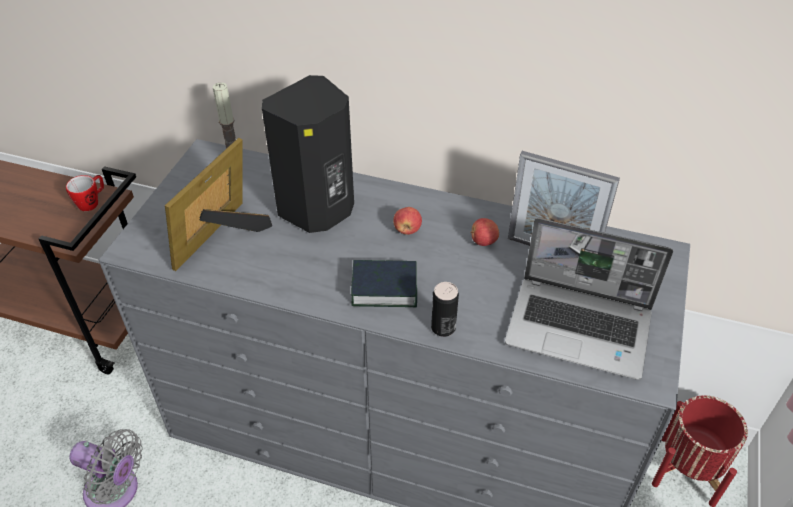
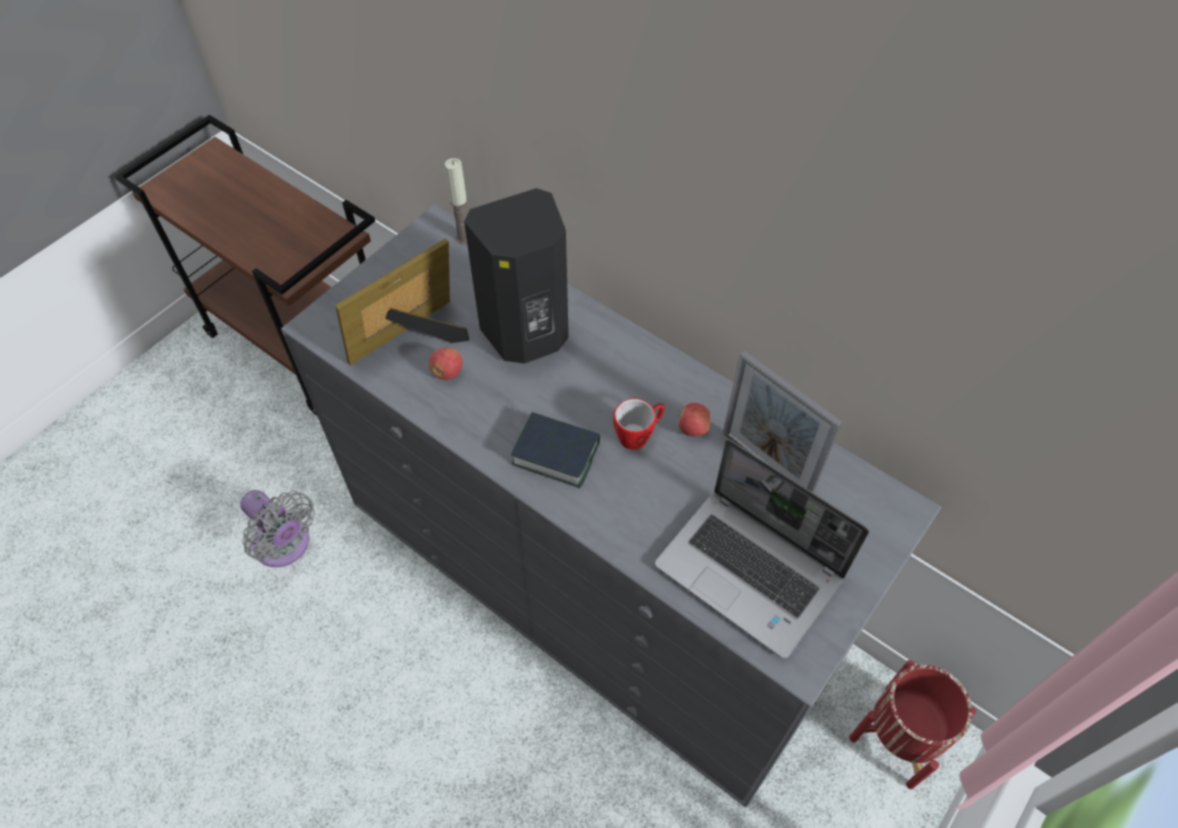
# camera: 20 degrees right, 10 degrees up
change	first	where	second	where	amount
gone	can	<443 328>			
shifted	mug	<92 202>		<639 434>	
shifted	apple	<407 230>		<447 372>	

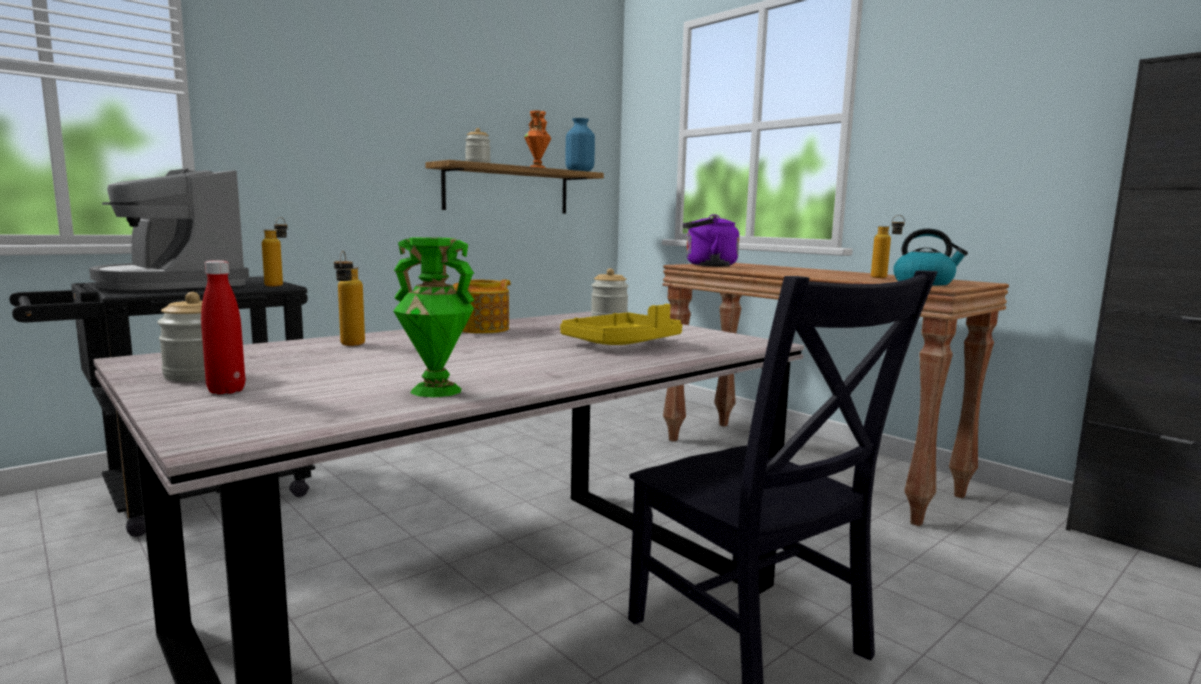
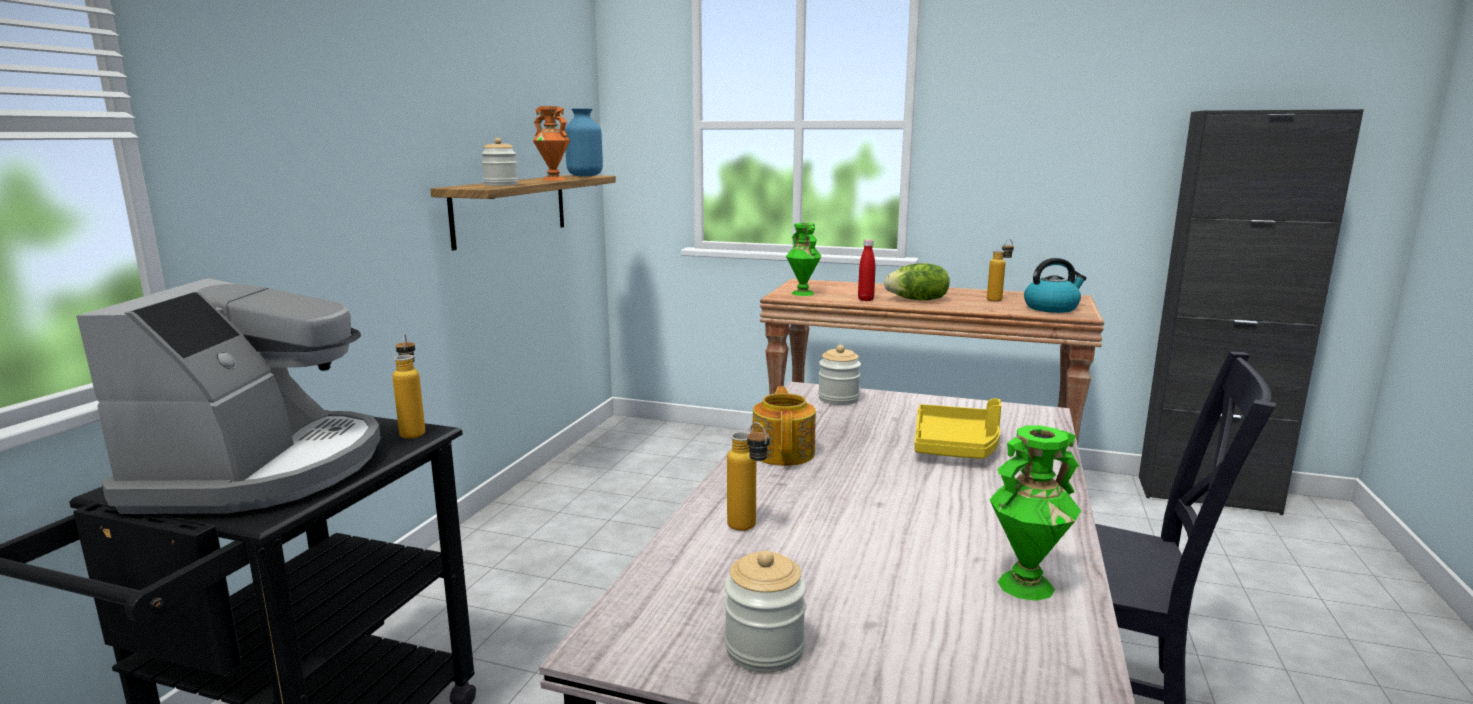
# camera: 30 degrees left, 5 degrees up
change	first	where	second	where	amount
new			lettuce	<918 300>	
shifted	red bottle	<226 391>		<865 299>	
swapped	purple kettle	<707 265>	green vase	<802 293>	
rotated	coffee machine	<171 284>		<263 469>	105 degrees counterclockwise

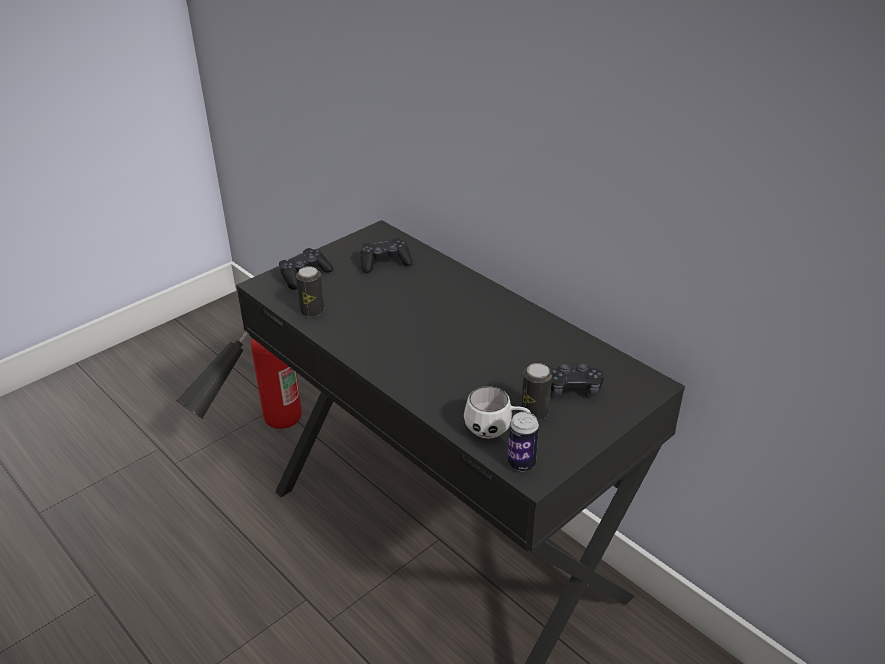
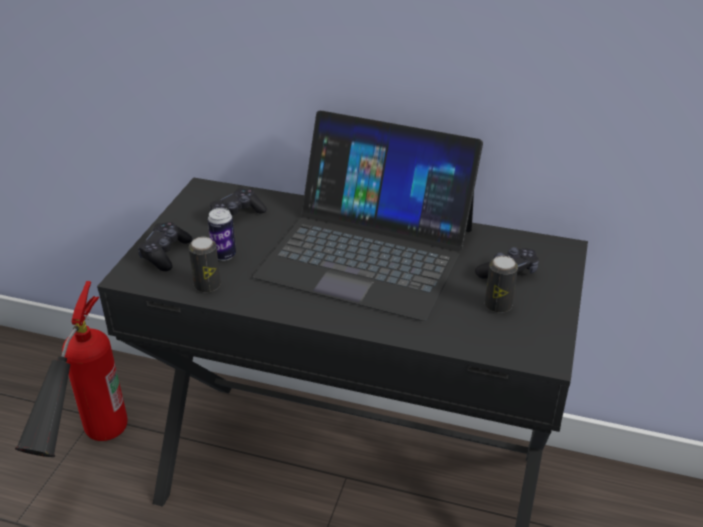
# camera: 30 degrees left, 0 degrees up
change	first	where	second	where	amount
gone	white mug	<496 430>			
new			laptop	<368 251>	
shifted	can	<521 464>		<224 255>	

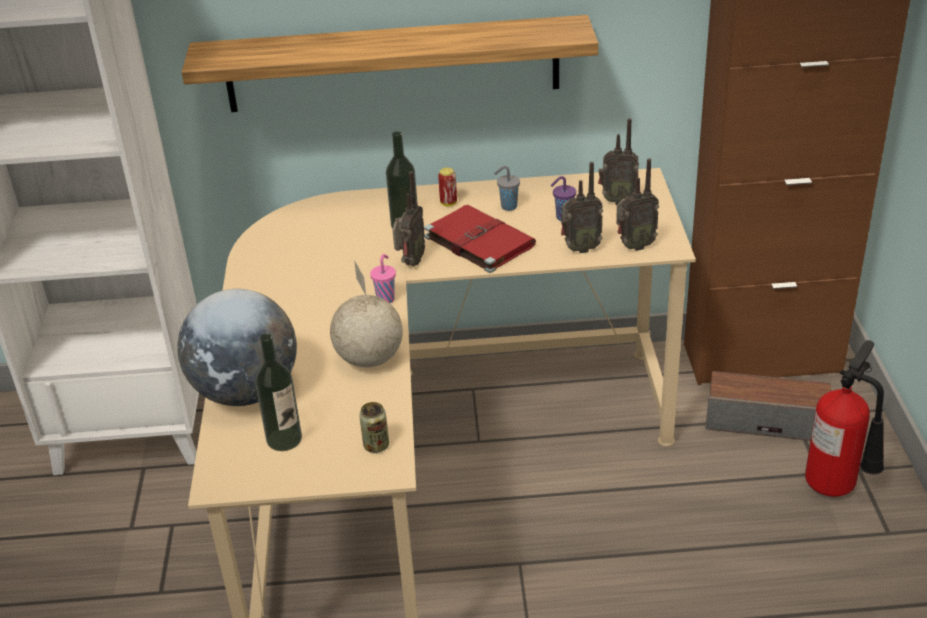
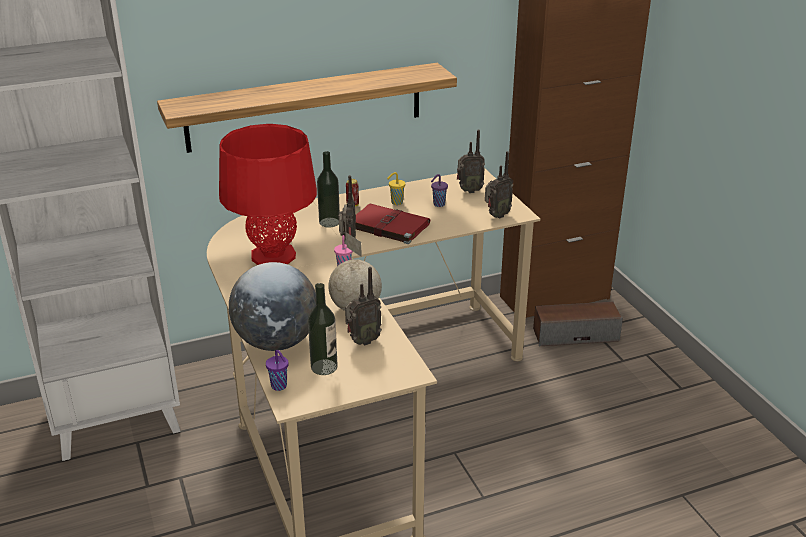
# camera: 20 degrees left, 5 degrees down
change	first	where	second	where	amount
gone	can	<376 445>			
gone	fire extinguisher	<838 486>			
new			red table lamp	<273 256>	
new			purple cup	<279 386>	
shifted	radio	<579 248>		<362 341>	
repainted	grey cup	<508 207>	yellow cup	<396 202>	

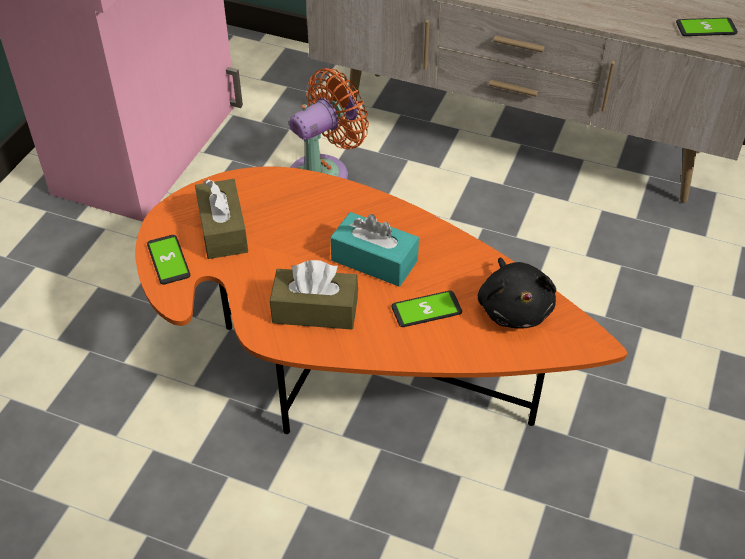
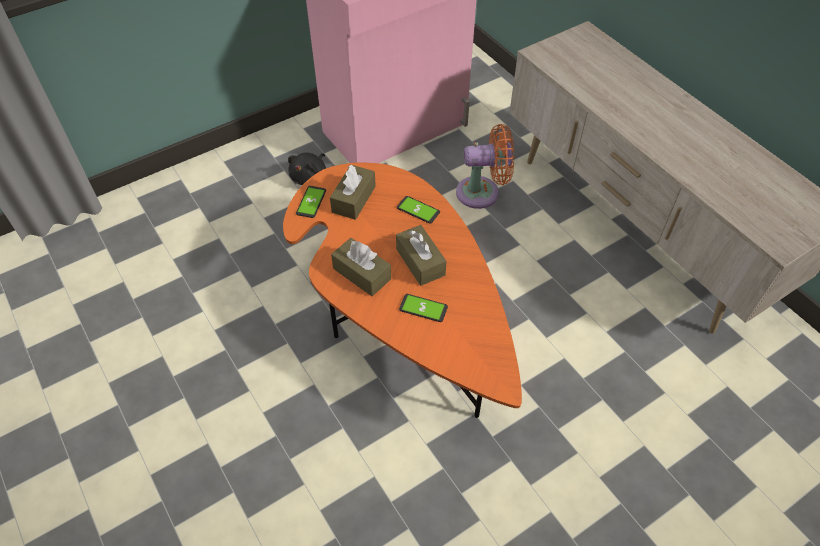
# camera: 35 degrees right, 5 degrees up
change	first	where	second	where	amount
shifted	black plush toy	<514 308>		<310 177>	
shifted	phone	<706 28>		<418 210>	
repainted	turquoise tissue box	<374 260>	brown tissue box	<420 262>	

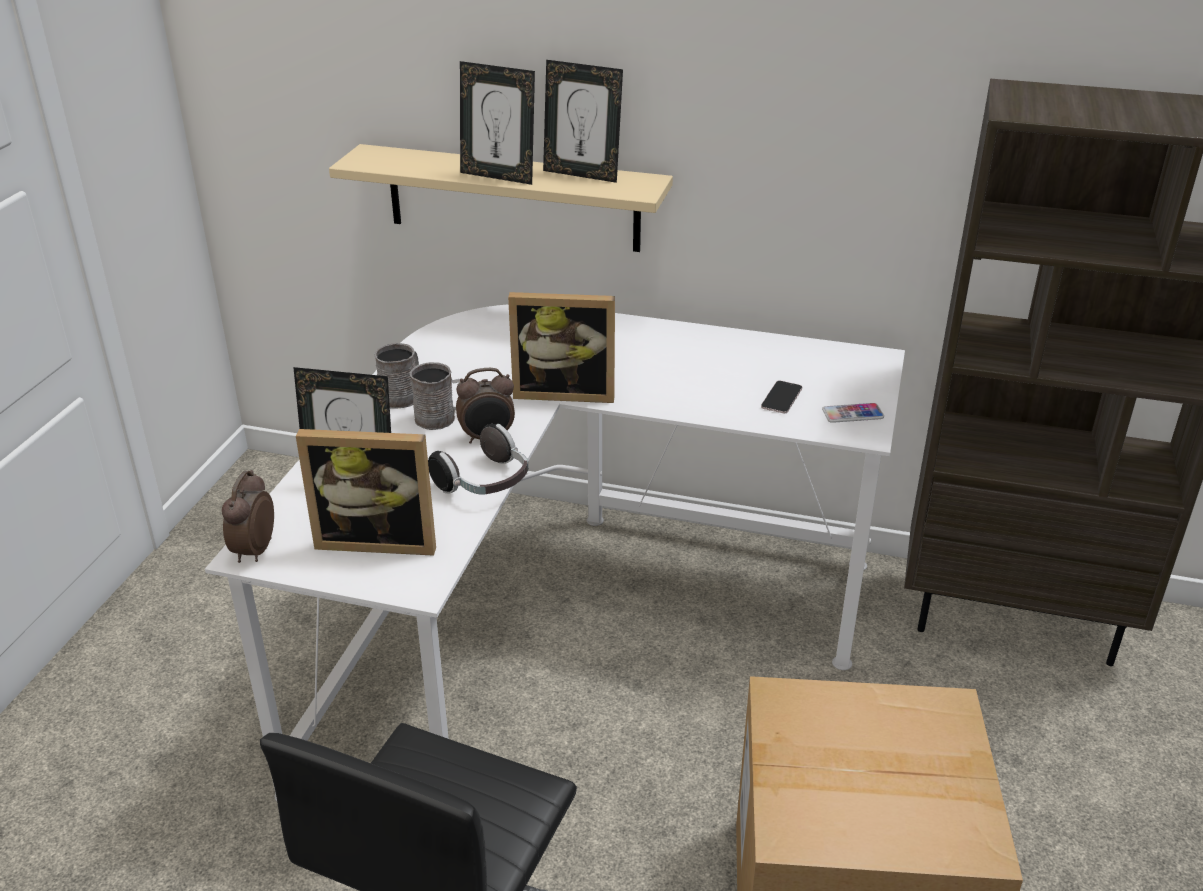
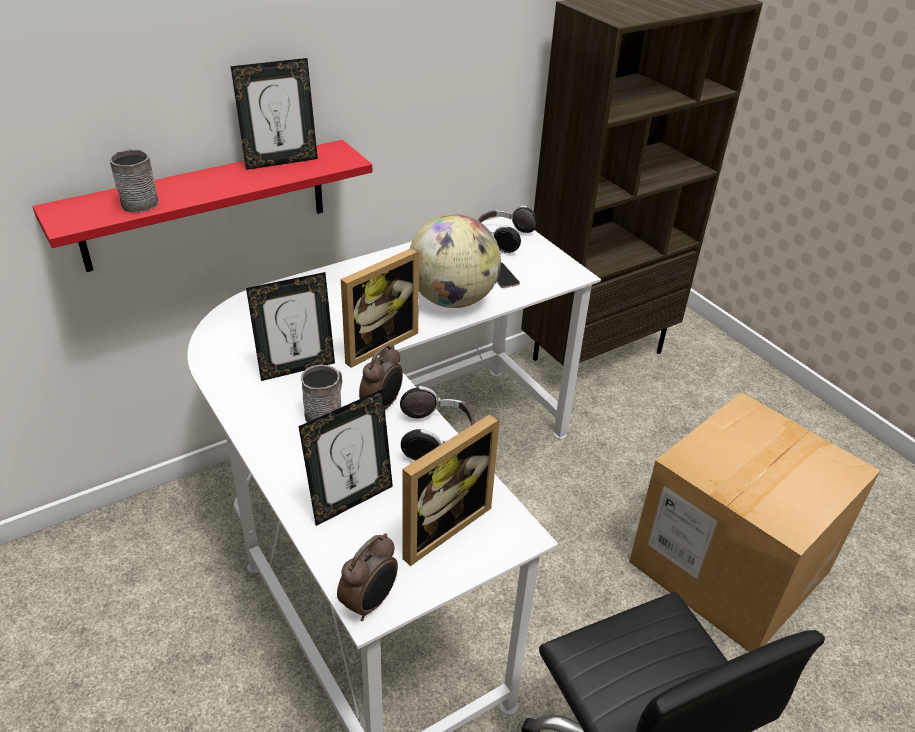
# camera: 50 degrees left, 5 degrees up
change	first	where	second	where	amount
gone	phone	<852 414>			
new			globe	<453 300>	
new			headphones	<502 239>	
shifted	grey mug	<403 395>		<139 201>	
shifted	picture frame	<498 176>		<296 368>	
repainted	beige shelf	<513 198>	red shelf	<205 205>	
rotated	alarm clock	<253 551>		<370 603>	105 degrees counterclockwise

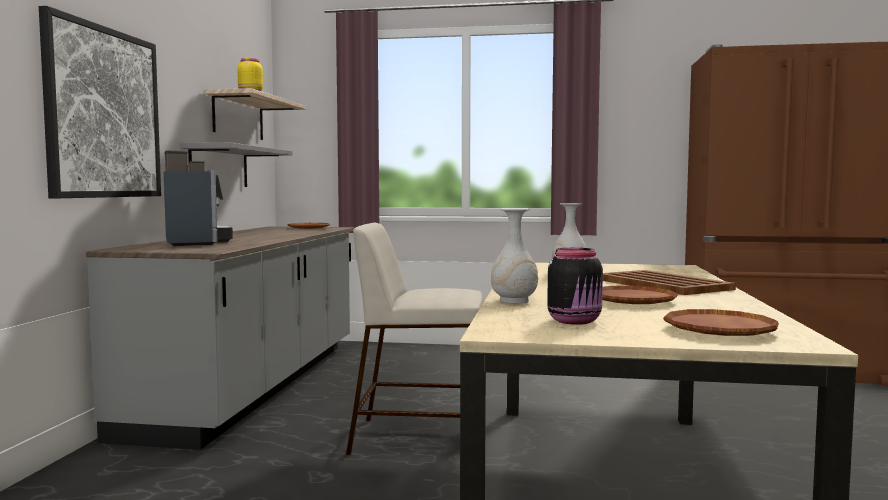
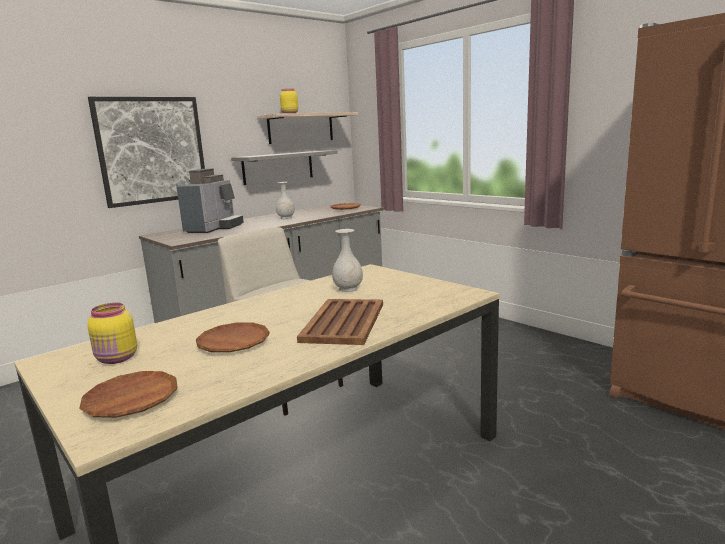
# camera: 40 degrees right, 10 degrees up
change	first	where	second	where	amount
shifted	white vase	<514 301>		<286 218>	
repainted	black jar	<576 321>	yellow jar	<117 359>	

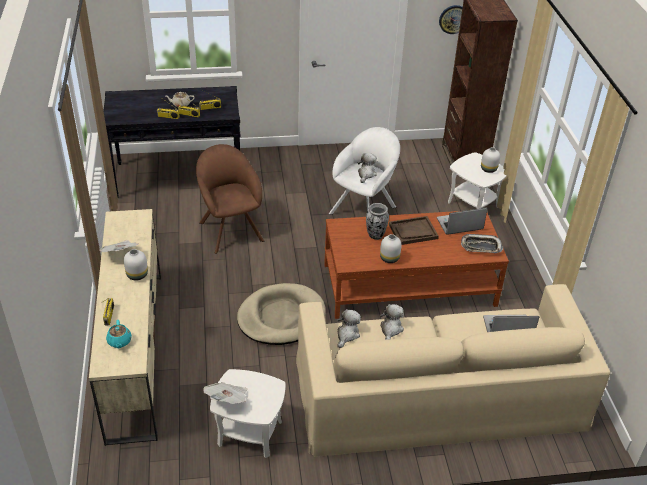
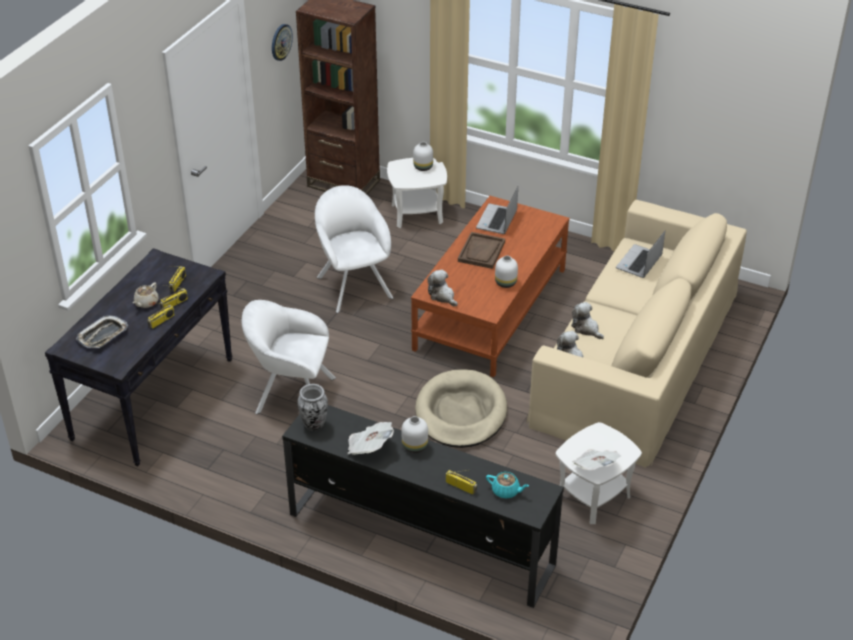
# camera: 55 degrees left, 0 degrees up
change	first	where	second	where	amount
shifted	plush toy	<366 174>		<442 296>	
shifted	vase	<375 235>		<314 425>	
shifted	tray	<480 247>		<103 335>	
repainted	beige tv stand	<136 351>	black tv stand	<419 539>	
repainted	brown armchair	<230 229>	white armchair	<291 394>	

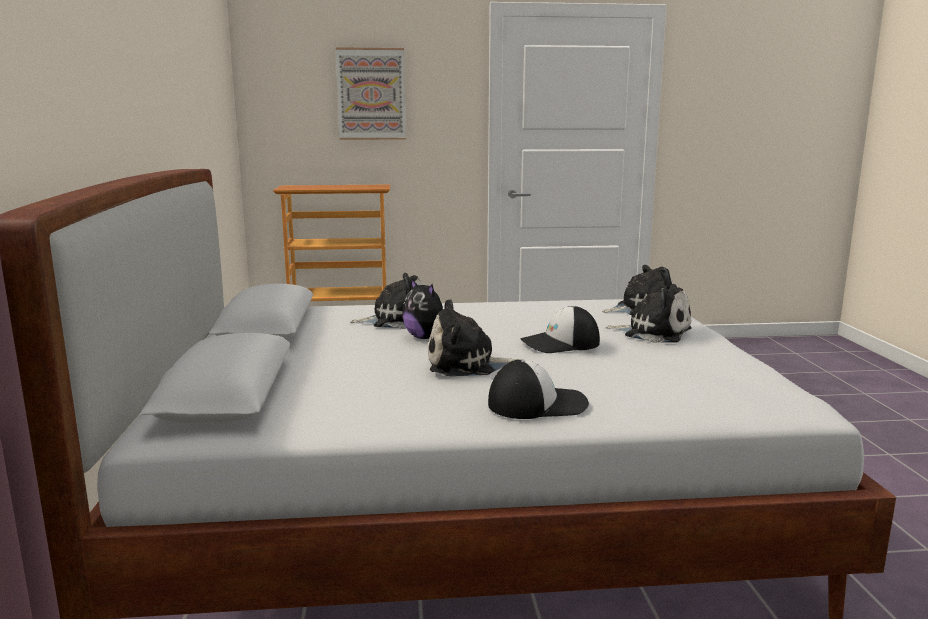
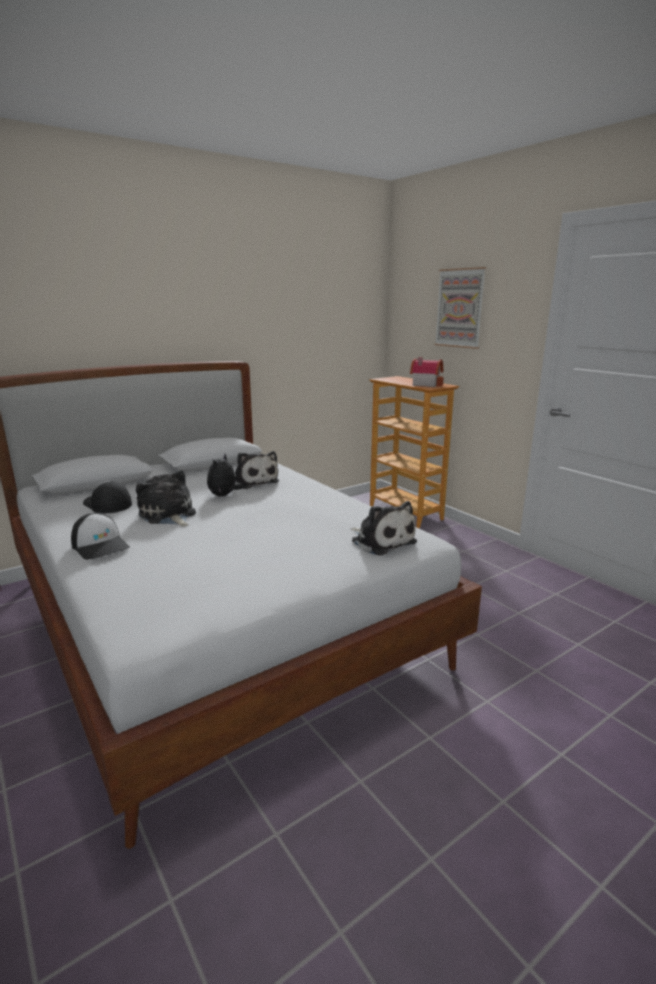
# camera: 60 degrees right, 5 degrees up
change	first	where	second	where	amount
gone	plush toy	<653 333>			
new			toy house	<425 384>	
shifted	cap	<560 343>		<107 504>	

